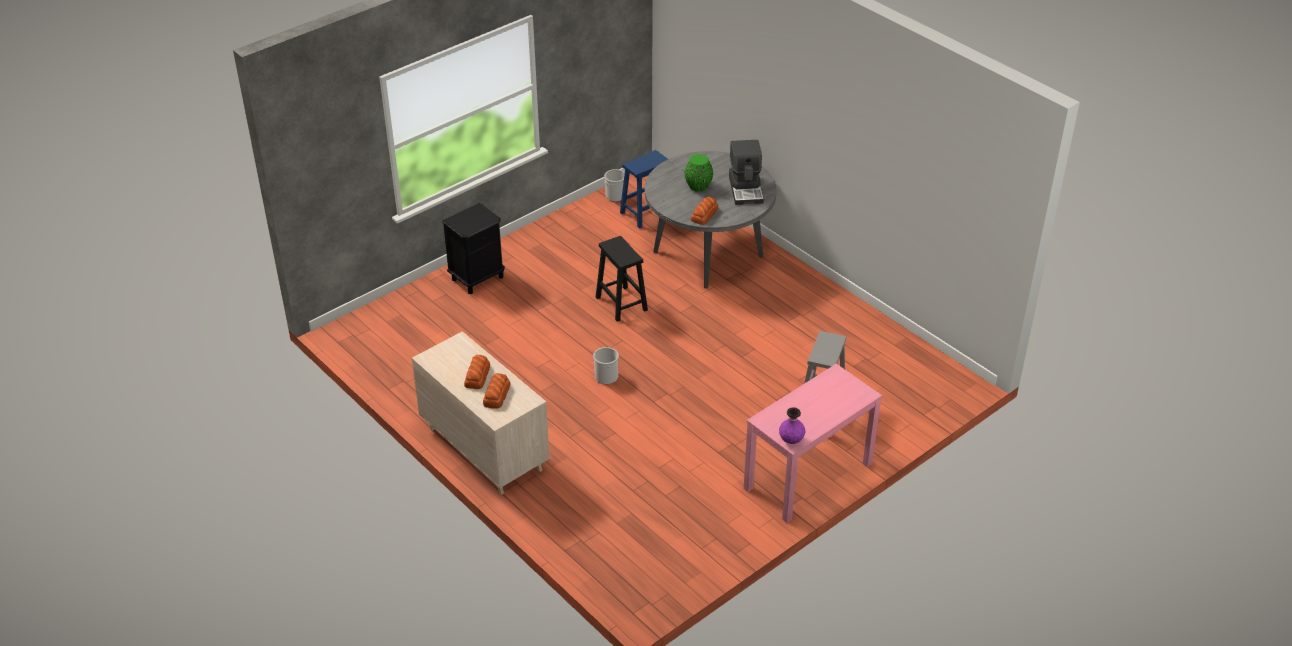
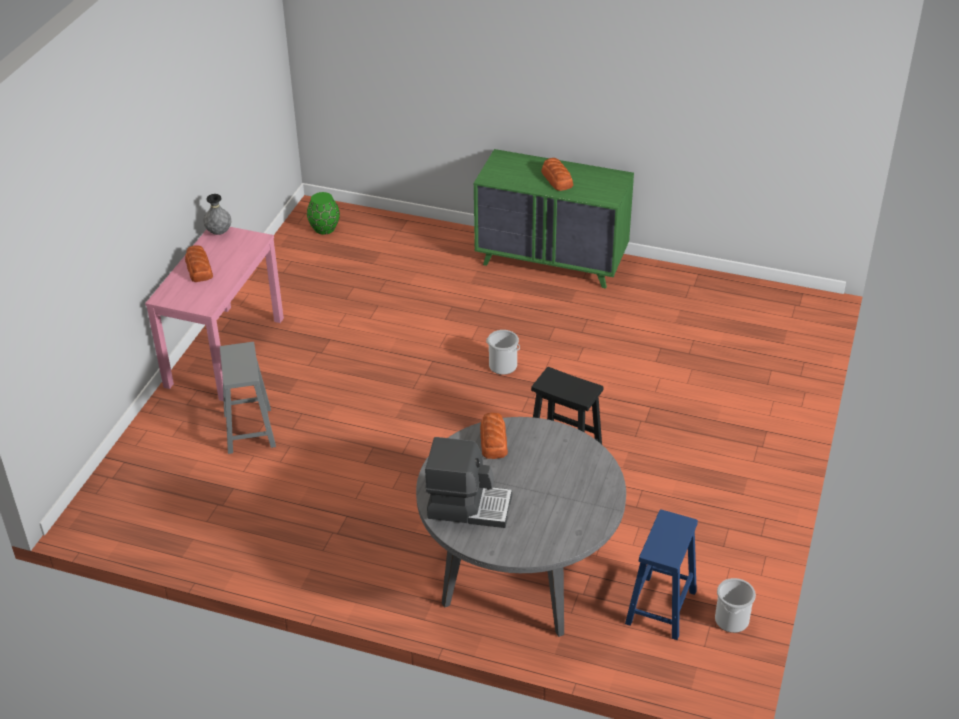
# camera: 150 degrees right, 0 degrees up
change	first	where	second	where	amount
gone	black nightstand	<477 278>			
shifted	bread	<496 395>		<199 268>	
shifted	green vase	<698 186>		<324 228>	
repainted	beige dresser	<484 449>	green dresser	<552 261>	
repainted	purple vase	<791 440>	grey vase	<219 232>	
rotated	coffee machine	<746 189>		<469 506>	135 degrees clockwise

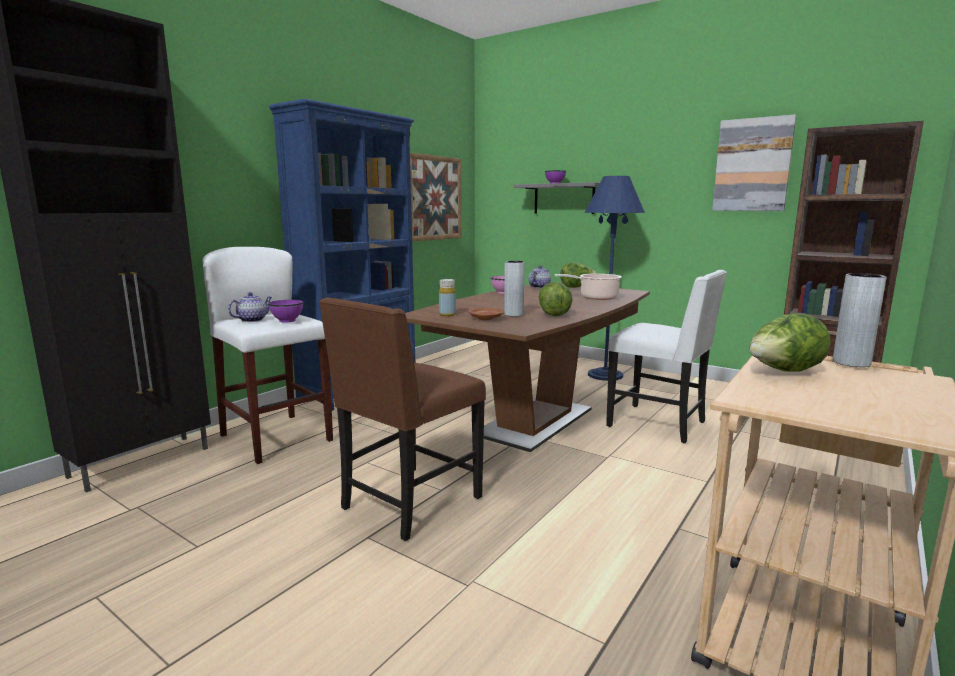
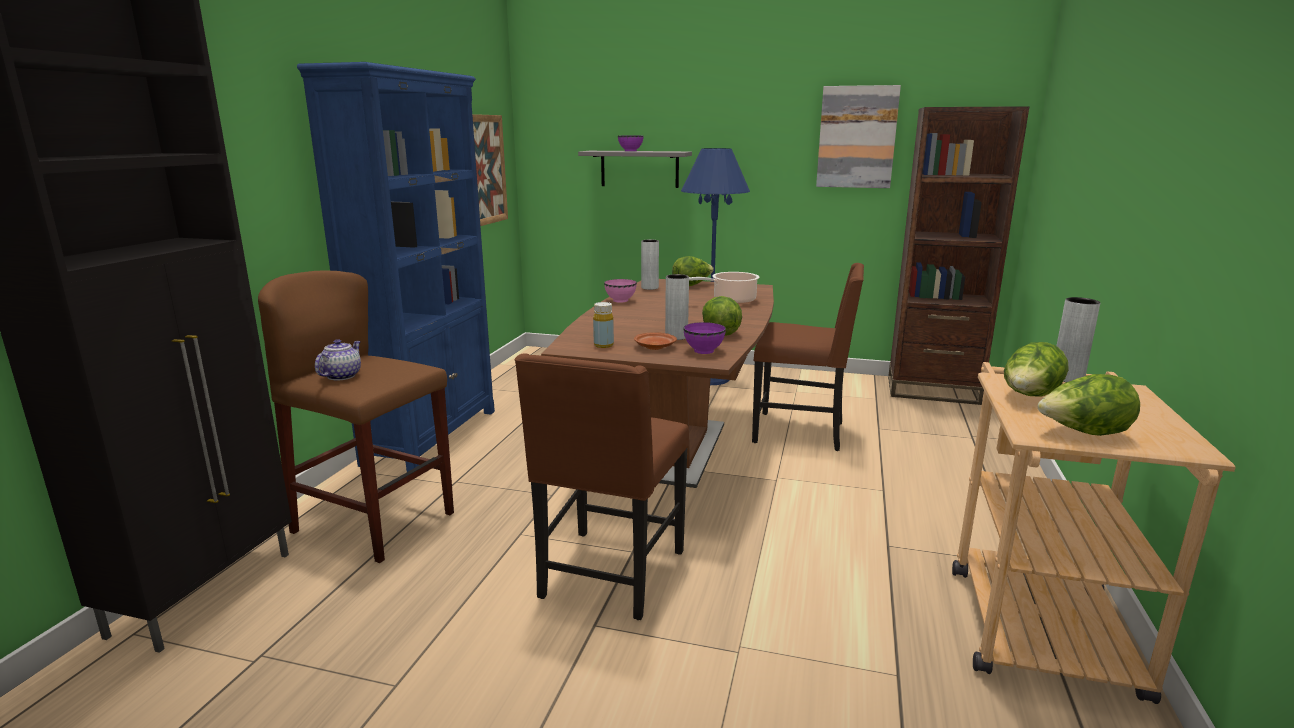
# camera: 20 degrees left, 5 degrees up
change	first	where	second	where	amount
new			lettuce	<1083 434>	
shifted	purple bowl	<287 321>		<704 351>	
swapped	teapot	<539 287>	grey vase	<649 288>	
repainted	white stool	<276 438>	brown stool	<374 522>	
repainted	white chair	<659 424>	brown chair	<801 432>	

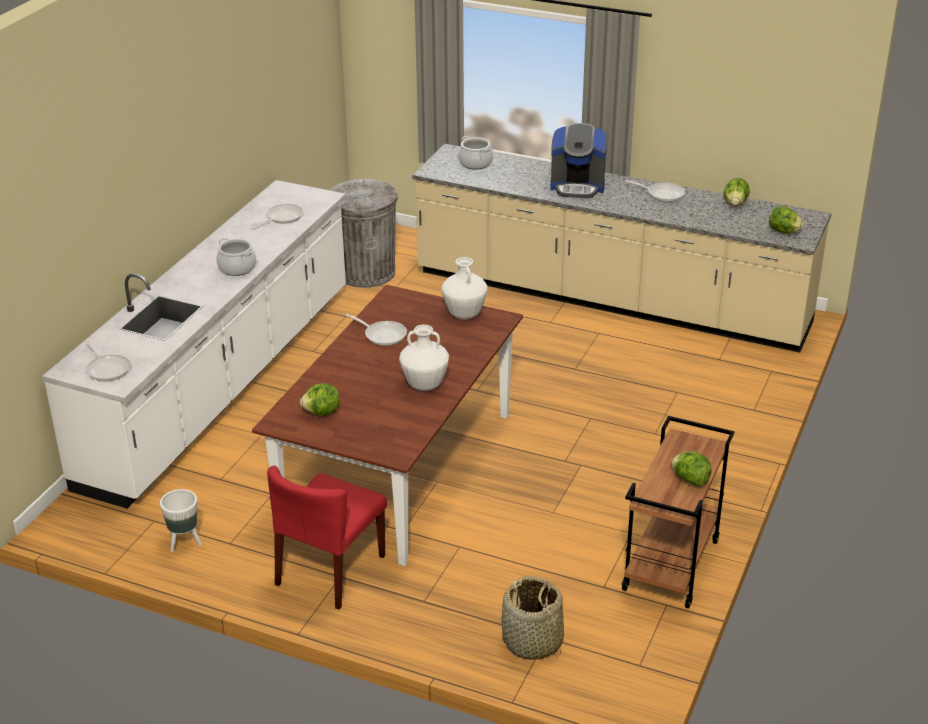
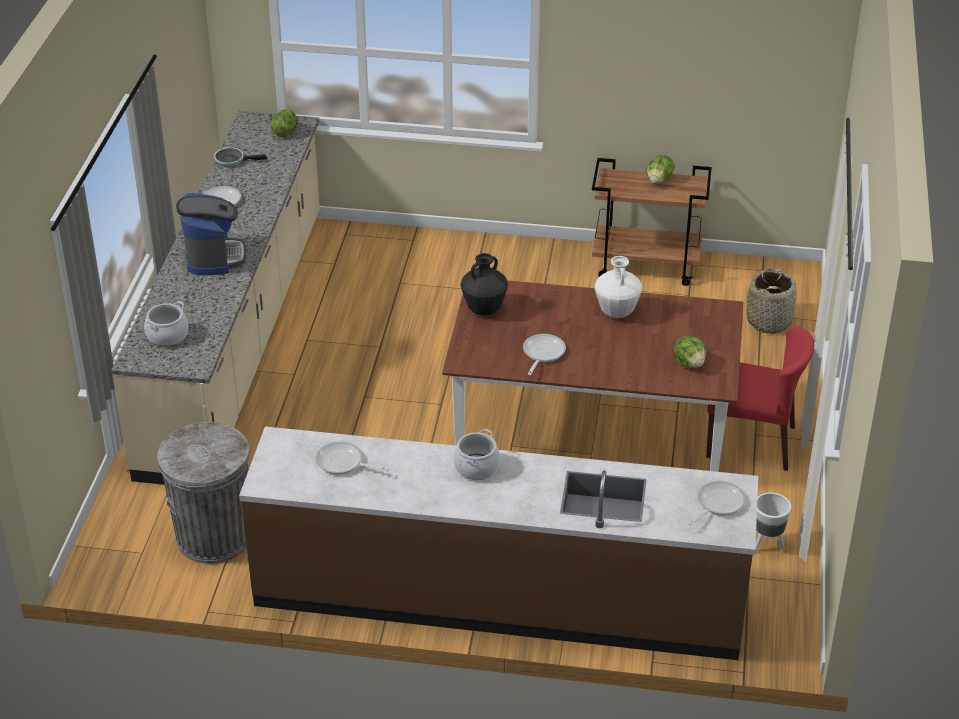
# camera: 105 degrees left, 5 degrees up
change	first	where	second	where	amount
swapped	lettuce	<735 203>	frying pan	<232 160>	
repainted	white counter	<222 384>	brown counter	<499 597>	
repainted	white vase	<464 315>	black vase	<484 310>	

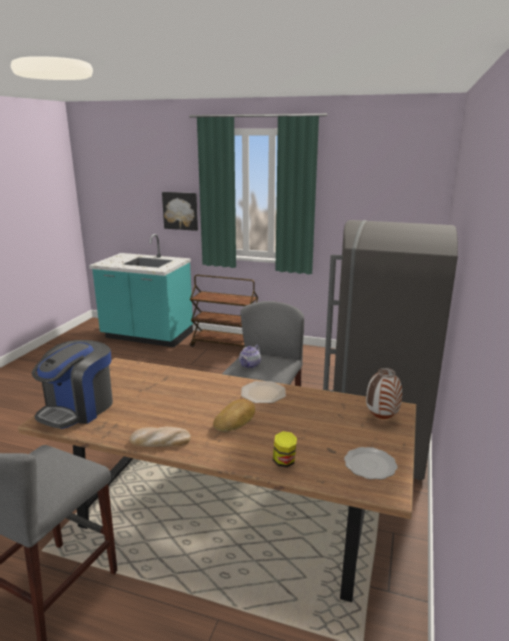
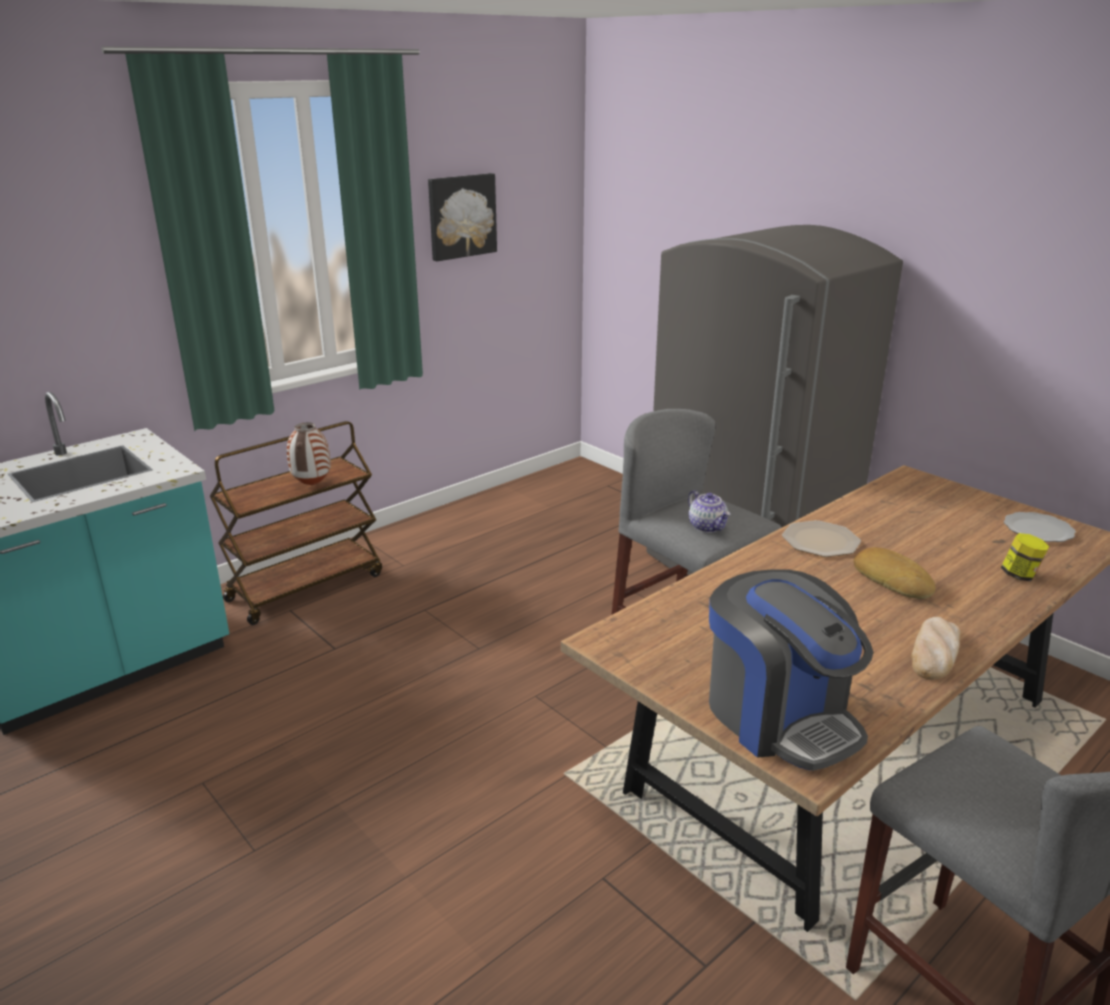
# camera: 60 degrees left, 5 degrees up
change	first	where	second	where	amount
shifted	picture	<180 210>		<461 216>	
shifted	vase	<381 418>		<312 485>	

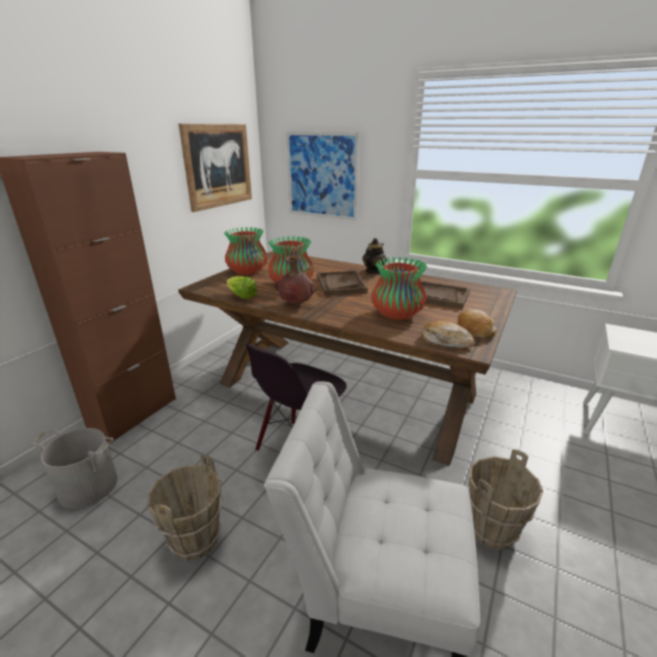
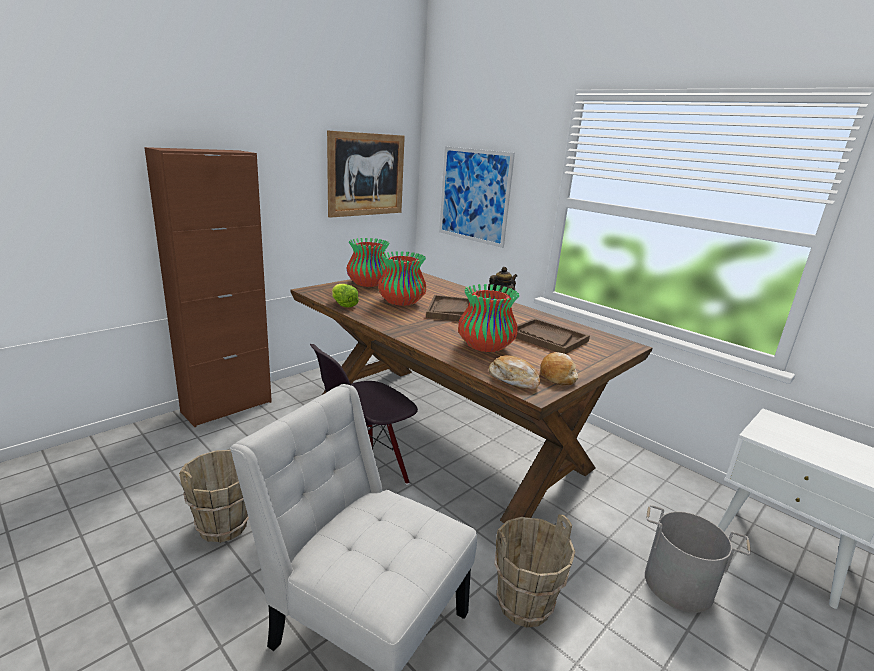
# camera: 15 degrees right, 5 degrees down
change	first	where	second	where	amount
gone	brown vase	<295 304>			
shifted	grey bucket	<87 487>		<678 585>	

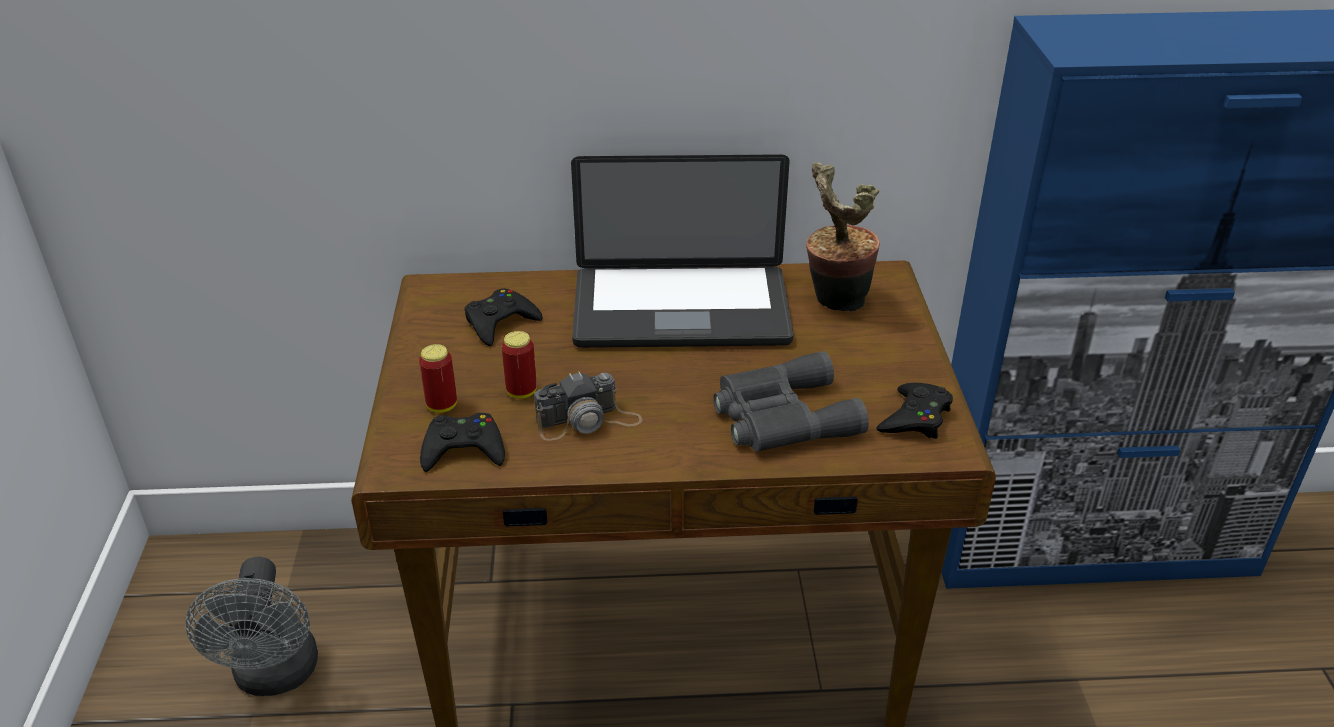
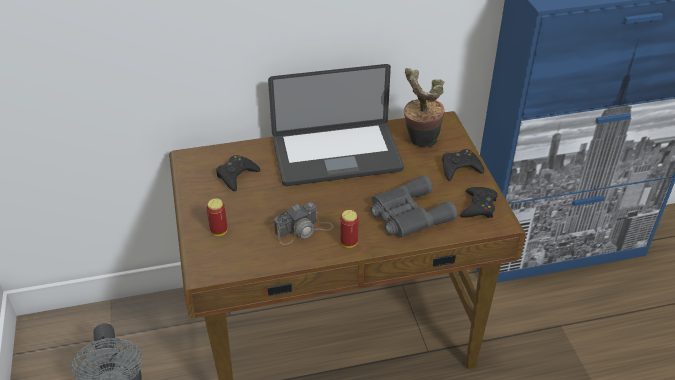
# camera: 10 degrees left, 5 degrees up
change	first	where	second	where	amount
shifted	black game controller	<463 449>		<460 168>	
shifted	can	<521 392>		<349 243>	

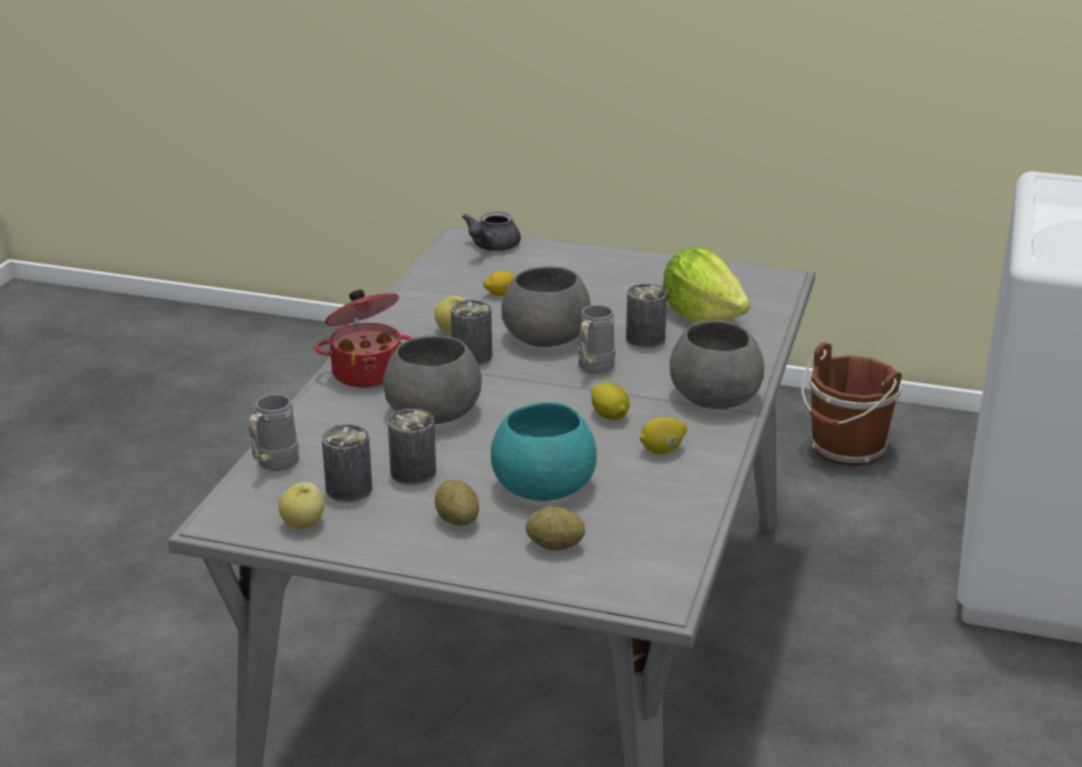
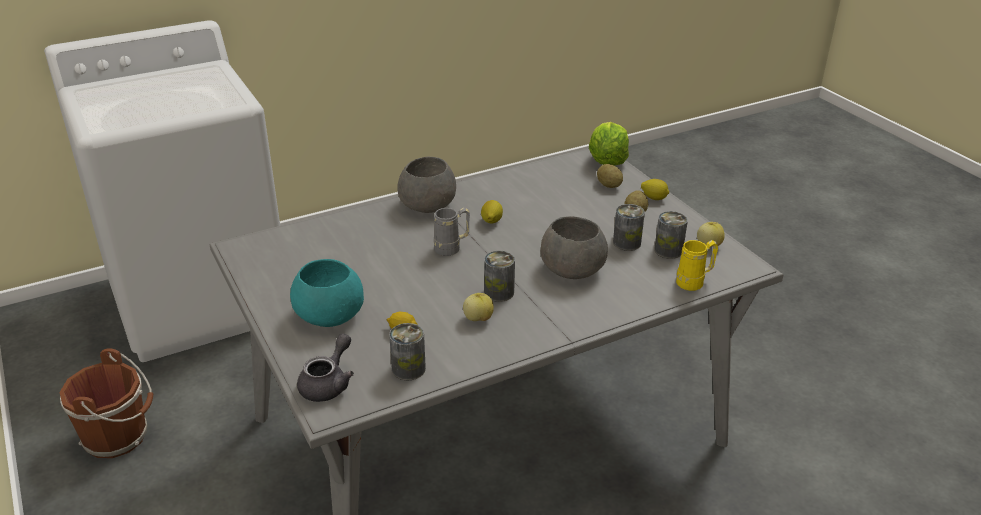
# camera: 135 degrees left, 5 degrees up
change	first	where	second	where	amount
gone	cooking pot	<367 372>			
gone	grey bowl	<547 336>			
shifted	turquoise bowl	<541 486>		<331 315>	
shifted	can	<645 339>		<408 369>	
shifted	lemon	<662 450>		<654 198>	
shifted	lettuce	<702 315>		<607 161>	
repainted	grey mug	<273 465>	yellow mug	<694 282>	
rotated	grey teapot	<491 247>		<328 383>	45 degrees counterclockwise

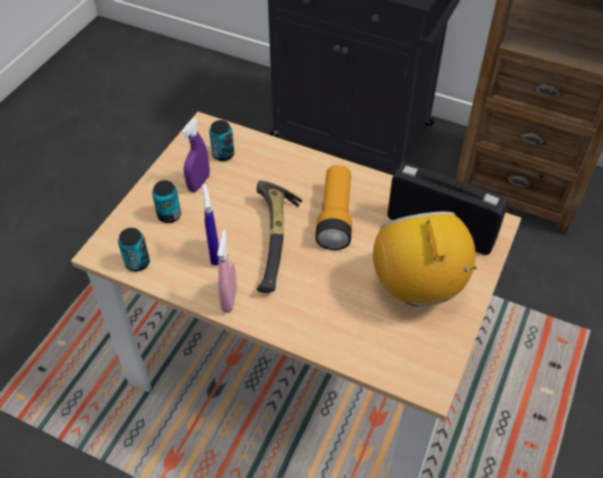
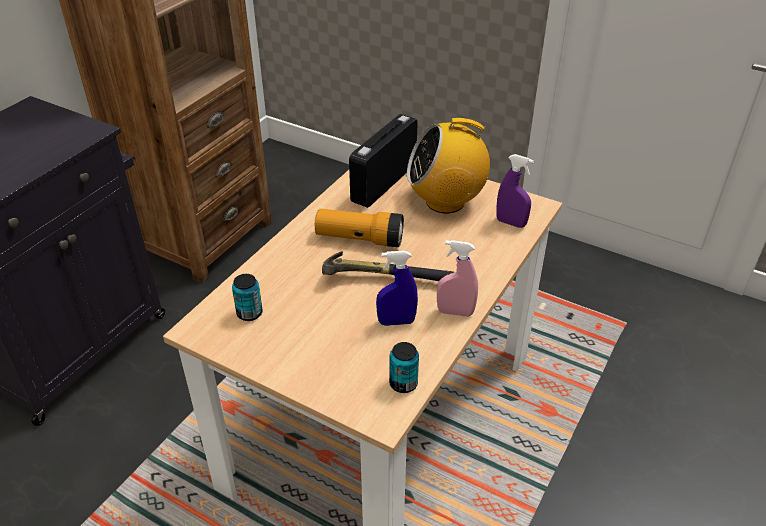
# camera: 85 degrees left, 10 degrees down
change	first	where	second	where	amount
gone	can	<169 215>			
shifted	purple spray bottle	<199 183>		<511 223>	

